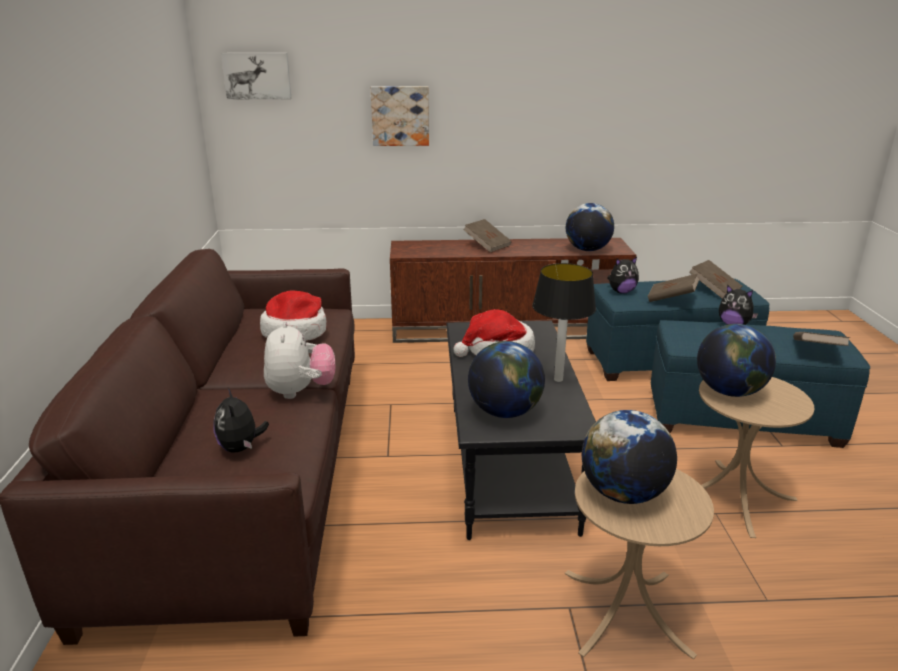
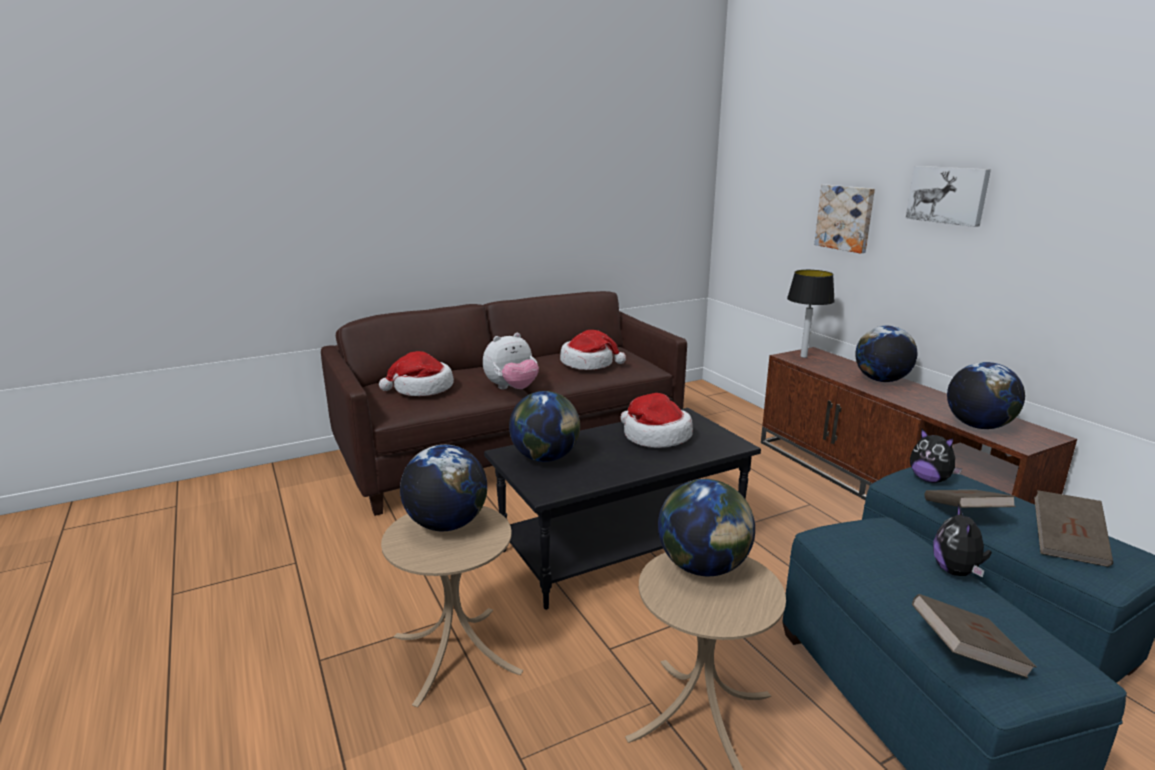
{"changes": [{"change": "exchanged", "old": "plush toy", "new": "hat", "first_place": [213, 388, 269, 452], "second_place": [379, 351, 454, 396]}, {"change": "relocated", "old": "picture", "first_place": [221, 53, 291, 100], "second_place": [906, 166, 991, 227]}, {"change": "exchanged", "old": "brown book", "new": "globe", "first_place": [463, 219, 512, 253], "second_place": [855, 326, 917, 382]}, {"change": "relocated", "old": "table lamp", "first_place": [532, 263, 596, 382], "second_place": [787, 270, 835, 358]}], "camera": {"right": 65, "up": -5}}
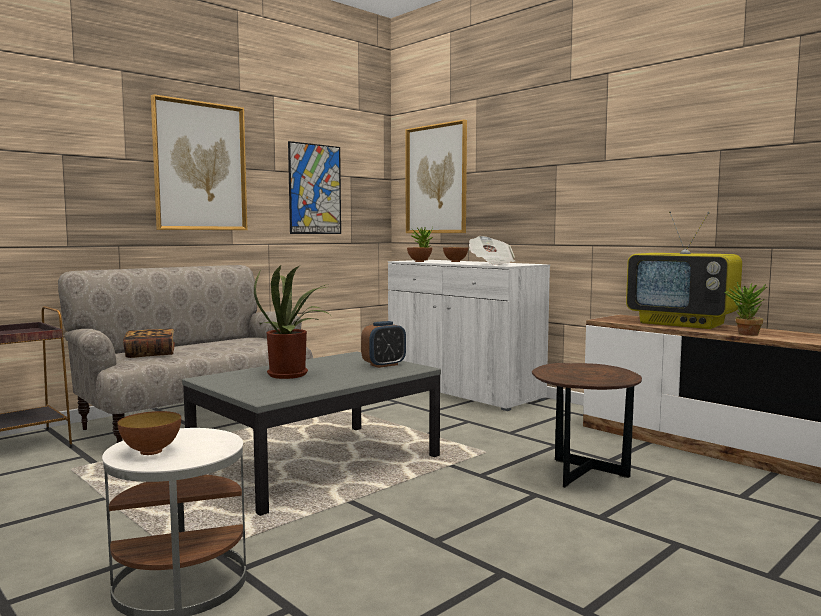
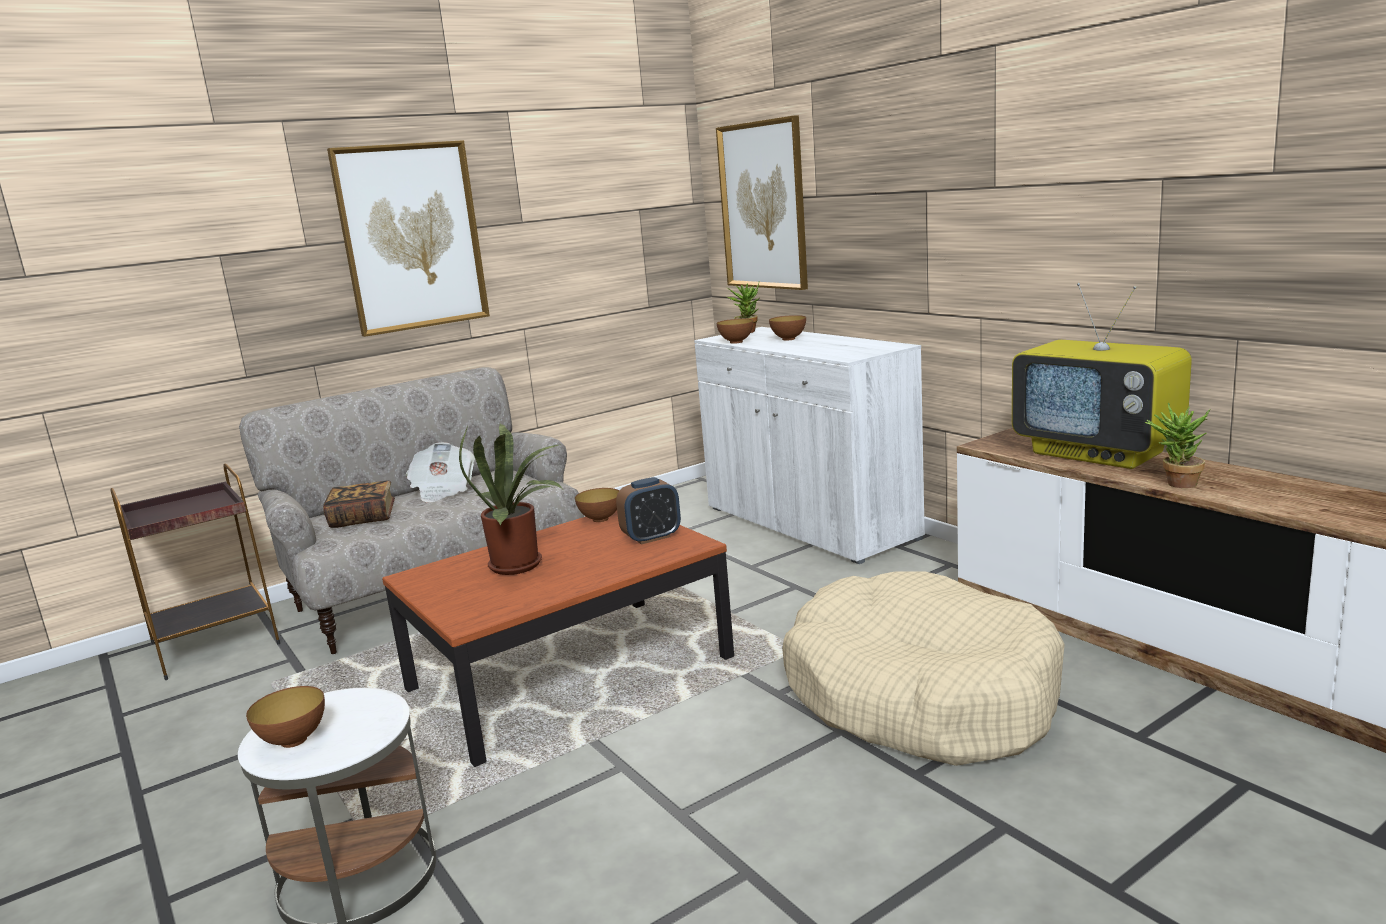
{"changes": [{"change": "colour", "old": "grey coffee table", "new": "brown coffee table", "first_place": [182, 352, 441, 516], "second_place": [382, 510, 734, 767]}, {"change": "missing", "old": "picture", "first_place": [288, 141, 341, 234]}, {"change": "relocated", "old": "newspaper", "first_place": [469, 236, 515, 265], "second_place": [406, 442, 475, 503]}, {"change": "exchanged", "old": "brown side table", "new": "beige dog bed", "first_place": [532, 363, 642, 488], "second_place": [782, 571, 1065, 766]}, {"change": "appeared", "new": "bowl", "second_place": [575, 488, 619, 522]}], "camera": {"right": 10, "up": 10}}
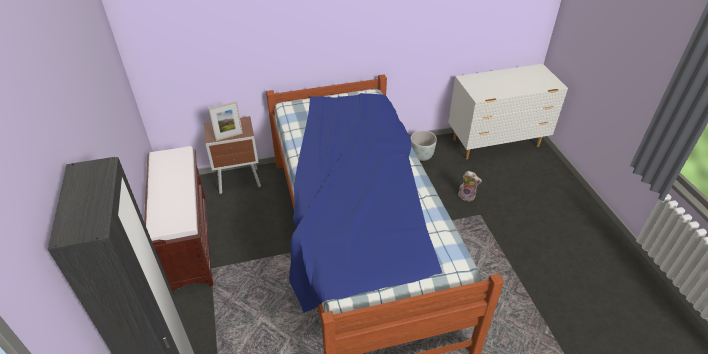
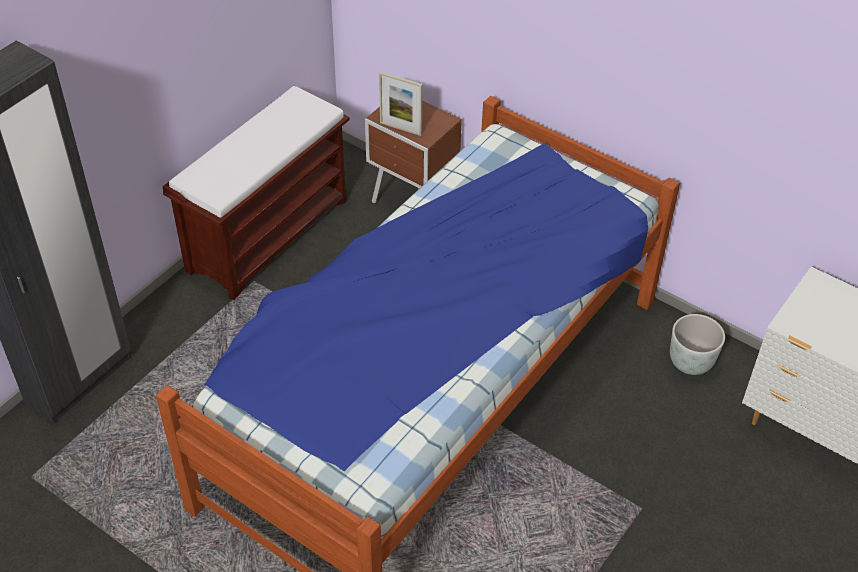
{"changes": [{"change": "missing", "old": "plush toy", "first_place": [457, 171, 482, 202]}], "camera": {"right": 50, "up": 5}}
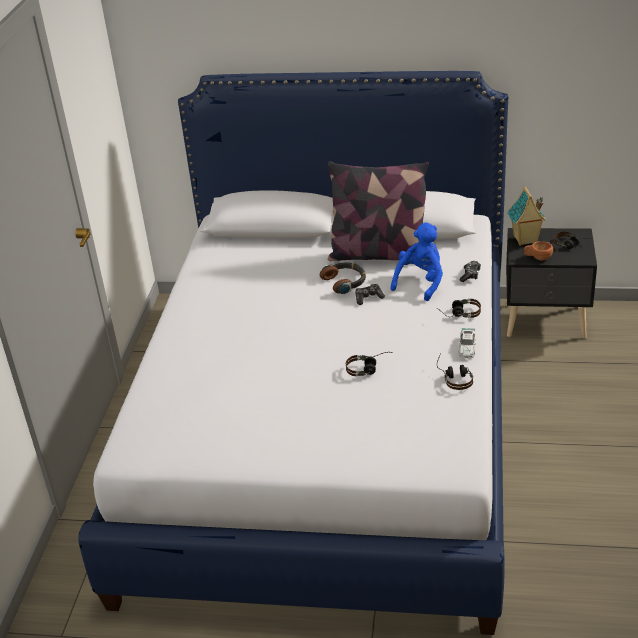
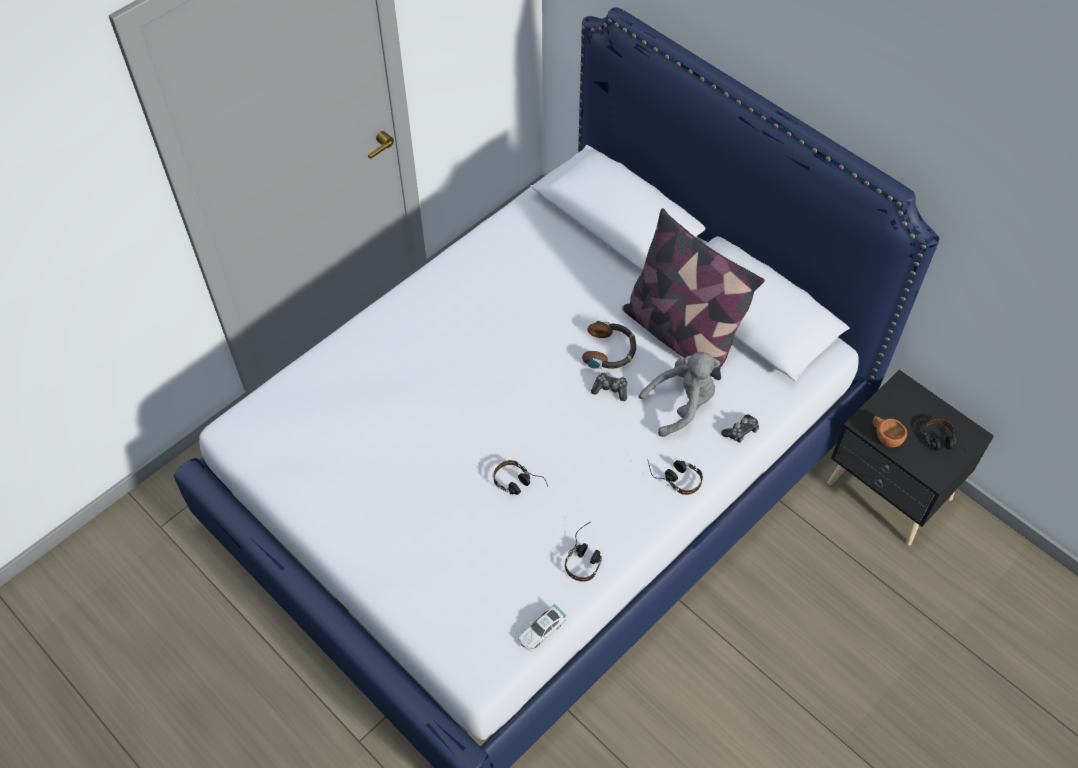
{"changes": [{"change": "colour", "old": "blue plush toy", "new": "grey plush toy", "first_place": [391, 222, 443, 301], "second_place": [639, 352, 720, 437]}, {"change": "relocated", "old": "toy car", "first_place": [458, 328, 476, 358], "second_place": [518, 604, 566, 651]}, {"change": "missing", "old": "toy house", "first_place": [507, 186, 546, 246]}], "camera": {"right": 35, "up": 20}}
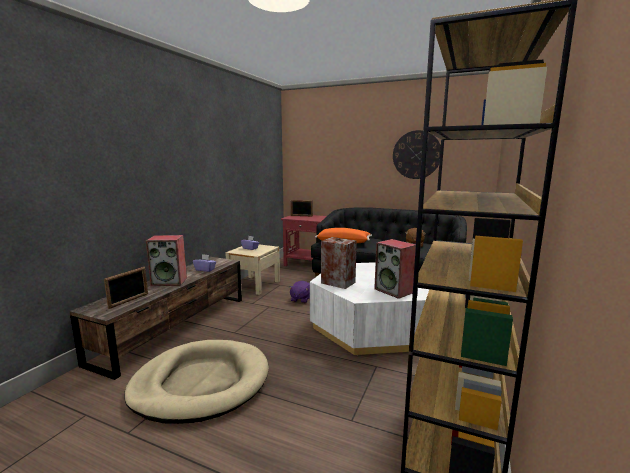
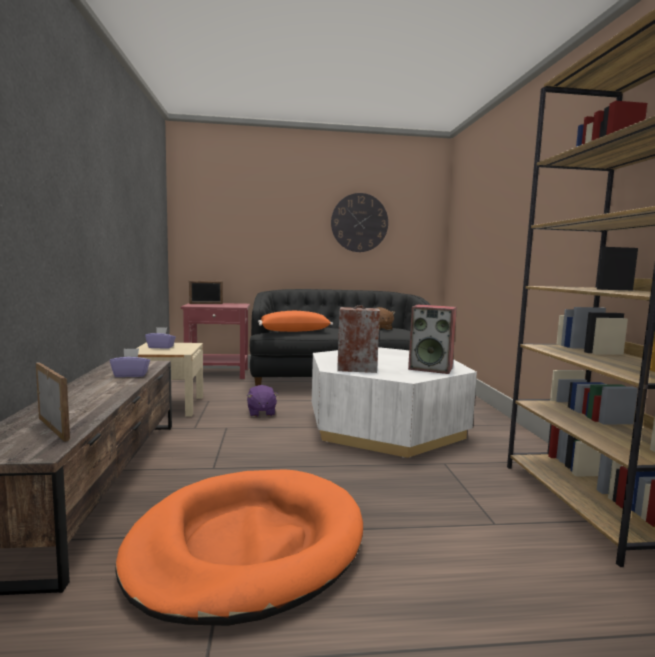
{"changes": [{"change": "spun", "old": "picture frame", "first_place": [104, 267, 148, 309], "second_place": [36, 362, 70, 442], "degrees": -45}, {"change": "colour", "old": "beige dog bed", "new": "orange dog bed", "first_place": [124, 340, 269, 424], "second_place": [115, 470, 363, 626]}, {"change": "missing", "old": "speaker", "first_place": [146, 235, 187, 286]}], "camera": {"right": -30, "up": -5}}
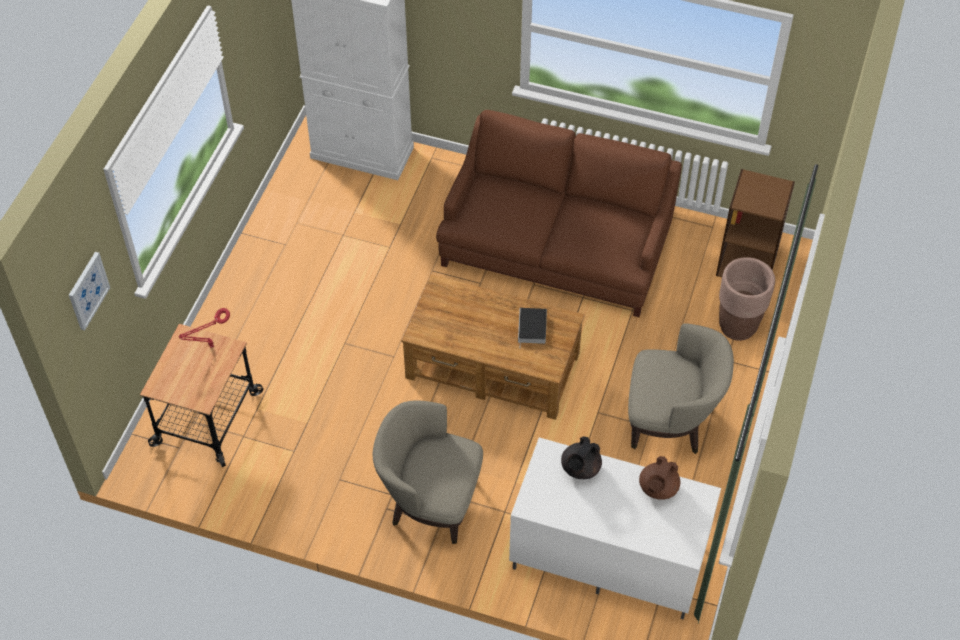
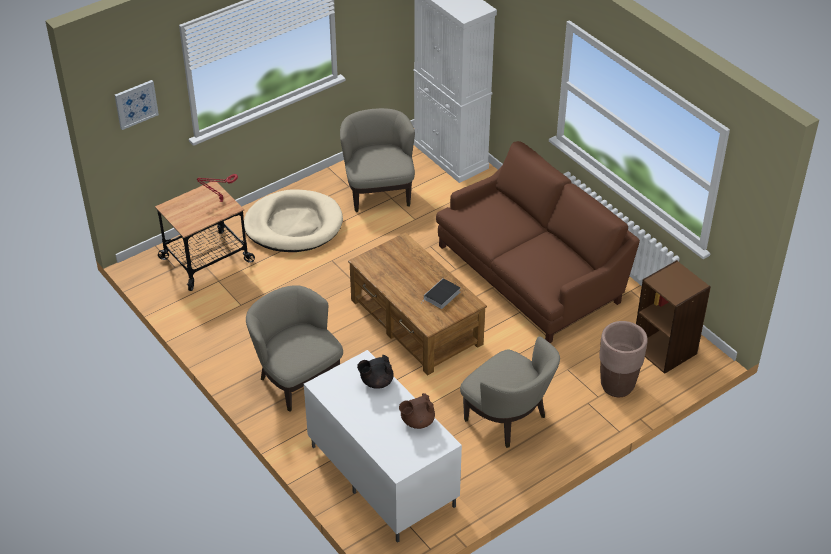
{"changes": [{"change": "appeared", "new": "beige dog bed", "second_place": [244, 189, 343, 252]}, {"change": "appeared", "new": "beige armchair", "second_place": [340, 108, 415, 212]}], "camera": {"right": 35, "up": -10}}
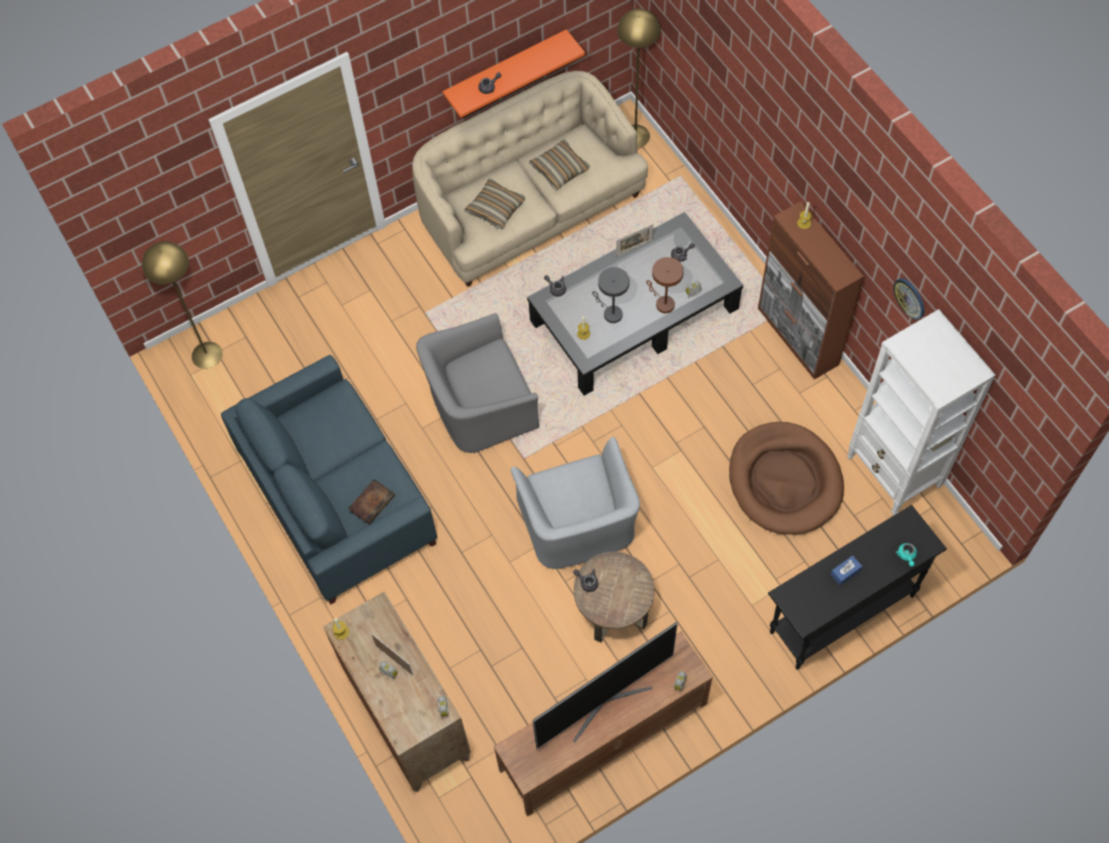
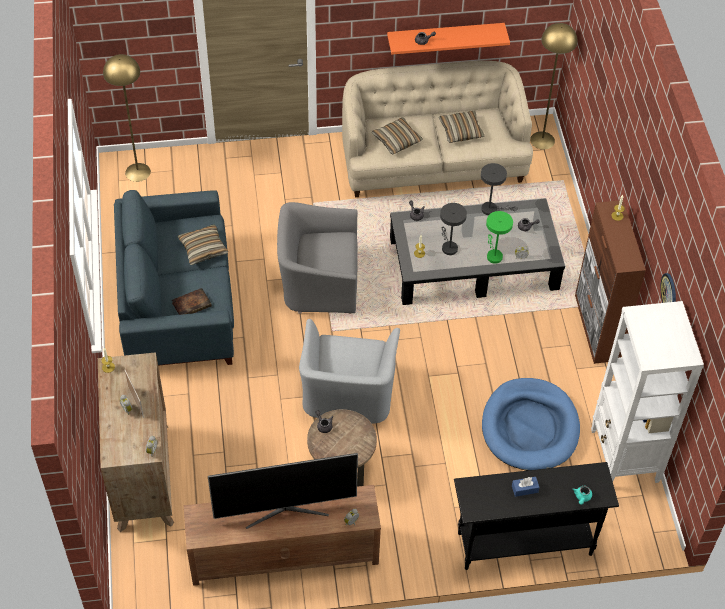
{"changes": [{"change": "exchanged", "old": "picture frame", "new": "grey table lamp", "first_place": [616, 224, 654, 257], "second_place": [481, 163, 517, 215]}, {"change": "colour", "old": "brown table lamp", "new": "green table lamp", "first_place": [646, 257, 684, 313], "second_place": [486, 211, 513, 264]}, {"change": "colour", "old": "brown dog bed", "new": "blue dog bed", "first_place": [729, 422, 844, 535], "second_place": [482, 378, 580, 471]}, {"change": "appeared", "new": "pillow", "second_place": [178, 224, 228, 265]}], "camera": {"right": 20, "up": -10}}
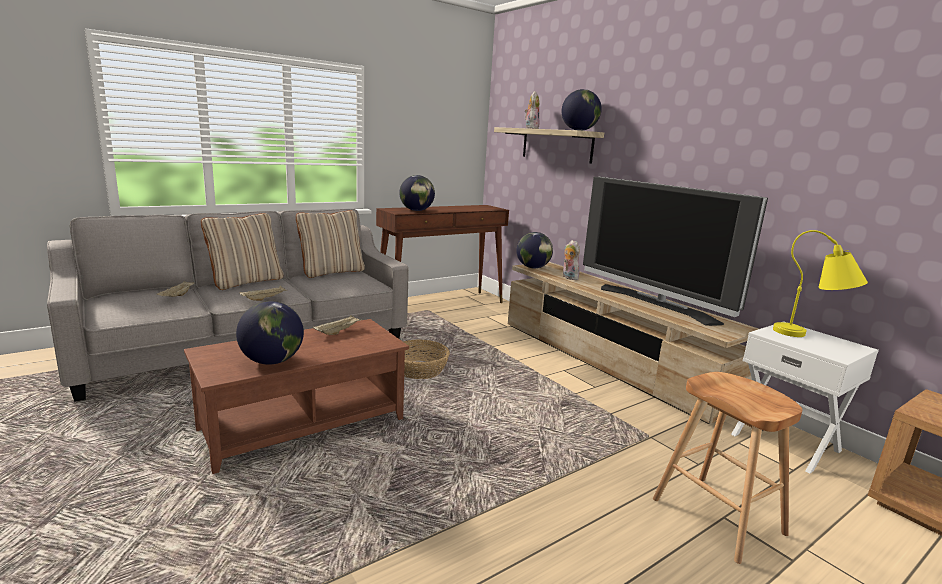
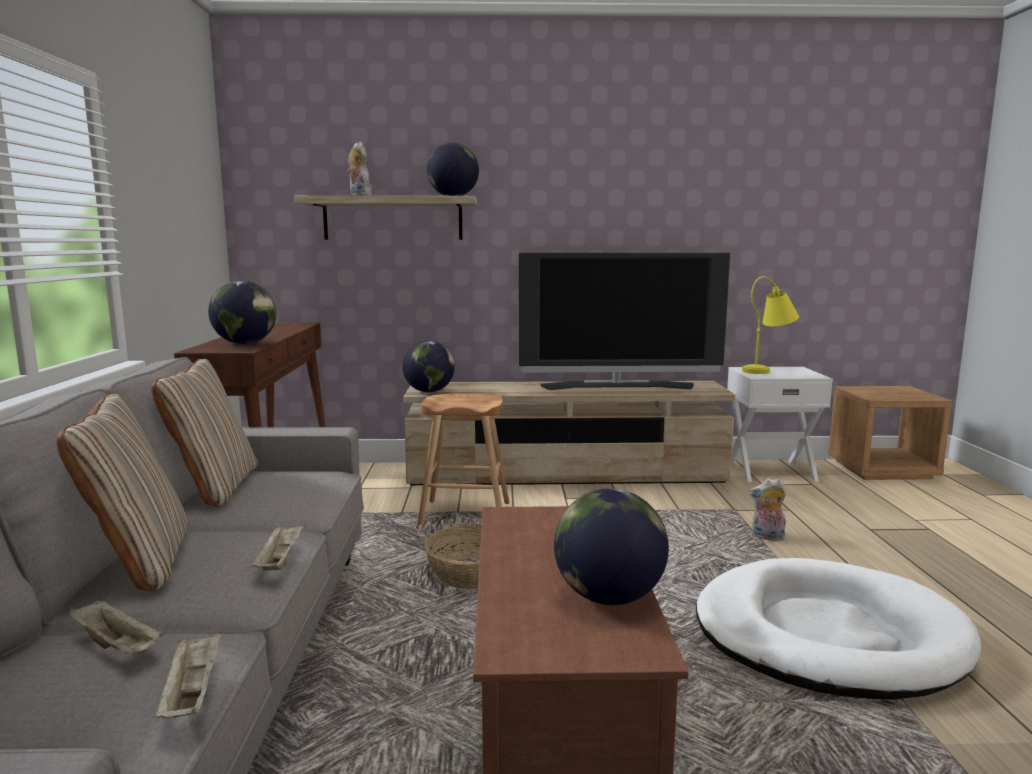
{"changes": [{"change": "relocated", "old": "beige tray", "first_place": [313, 315, 362, 335], "second_place": [155, 632, 222, 718]}, {"change": "relocated", "old": "plush toy", "first_place": [563, 240, 580, 280], "second_place": [749, 478, 786, 541]}, {"change": "relocated", "old": "brown stool", "first_place": [653, 372, 802, 564], "second_place": [417, 393, 509, 525]}, {"change": "appeared", "new": "white dog bed", "second_place": [696, 558, 981, 700]}], "camera": {"right": -55, "up": -5}}
